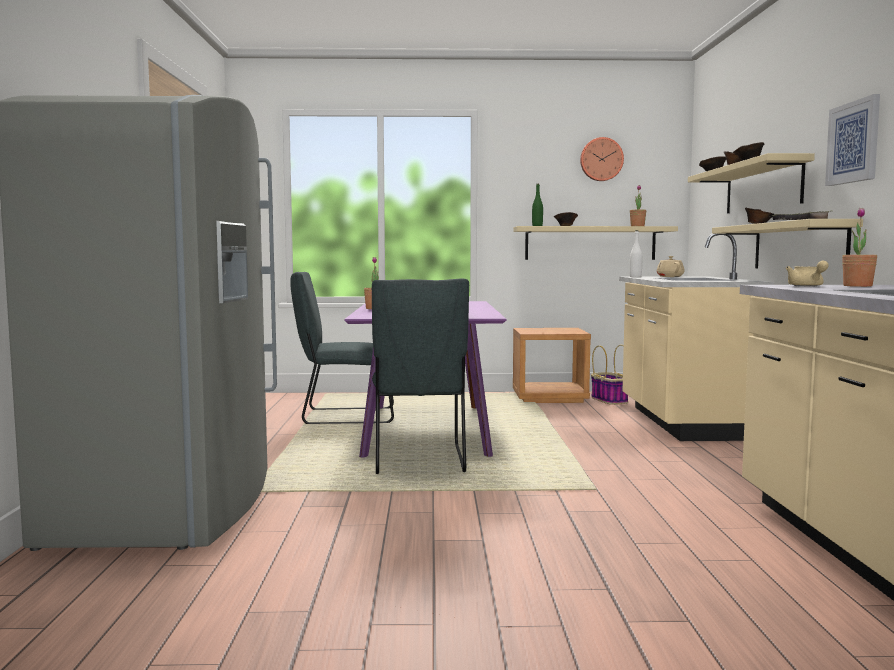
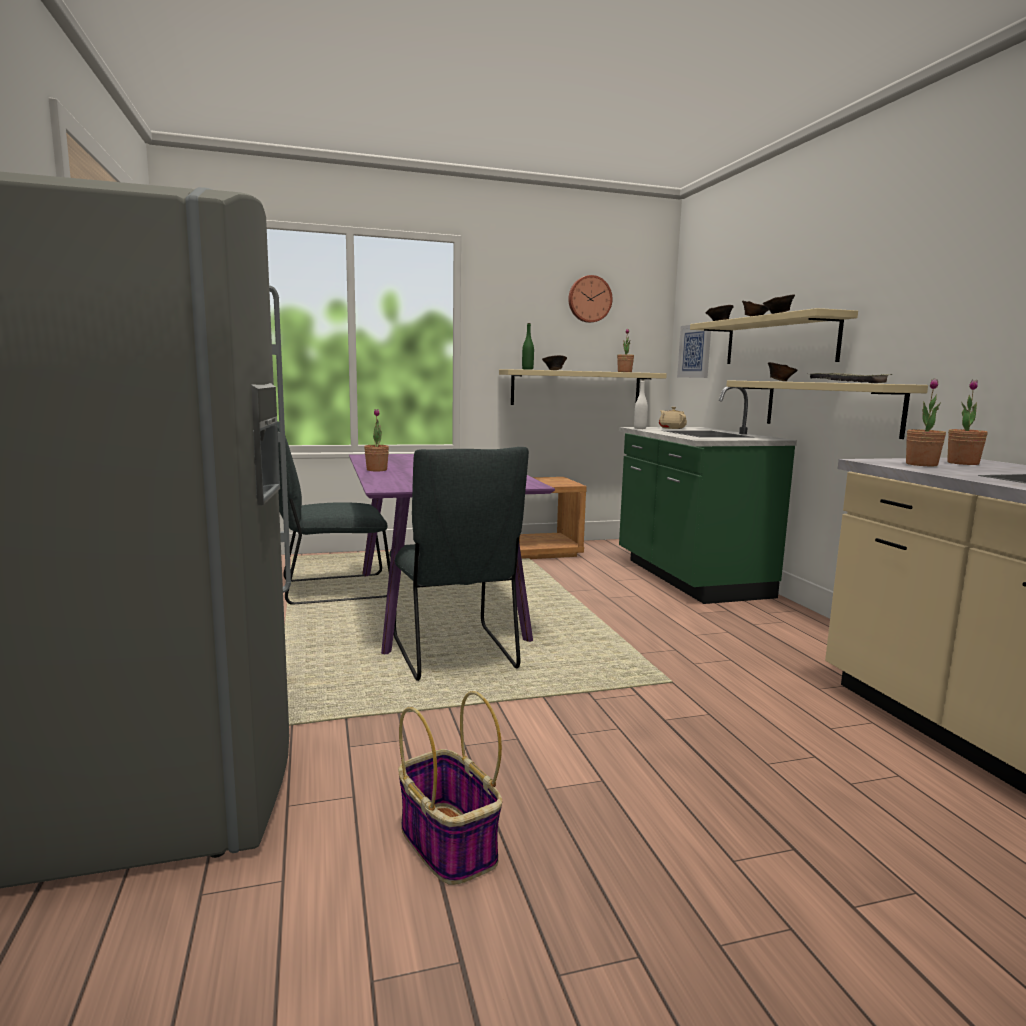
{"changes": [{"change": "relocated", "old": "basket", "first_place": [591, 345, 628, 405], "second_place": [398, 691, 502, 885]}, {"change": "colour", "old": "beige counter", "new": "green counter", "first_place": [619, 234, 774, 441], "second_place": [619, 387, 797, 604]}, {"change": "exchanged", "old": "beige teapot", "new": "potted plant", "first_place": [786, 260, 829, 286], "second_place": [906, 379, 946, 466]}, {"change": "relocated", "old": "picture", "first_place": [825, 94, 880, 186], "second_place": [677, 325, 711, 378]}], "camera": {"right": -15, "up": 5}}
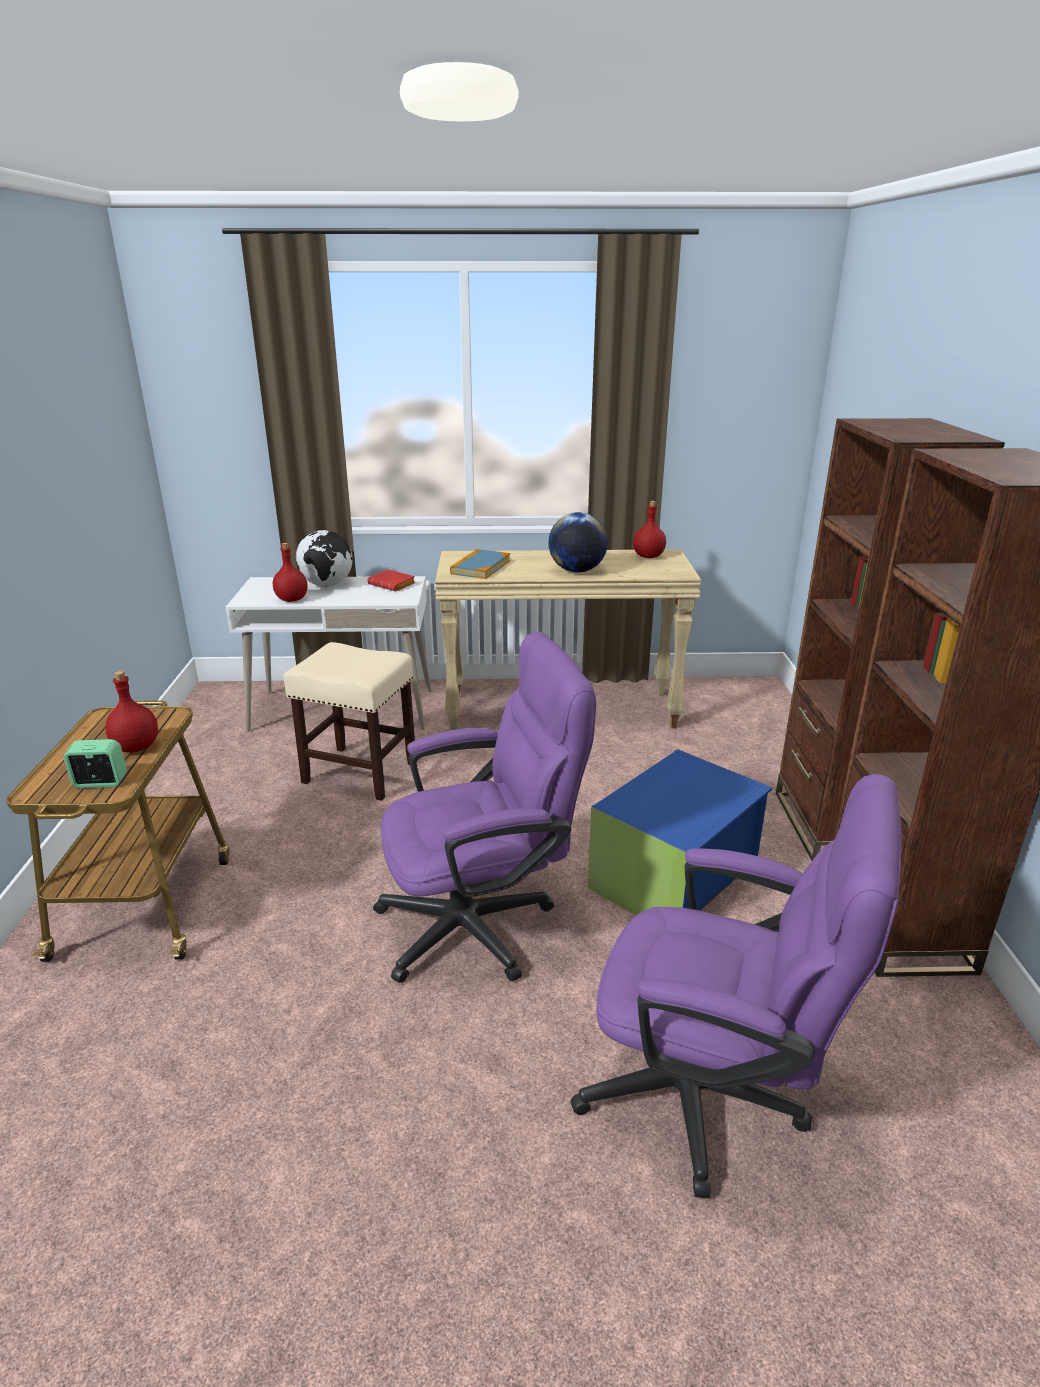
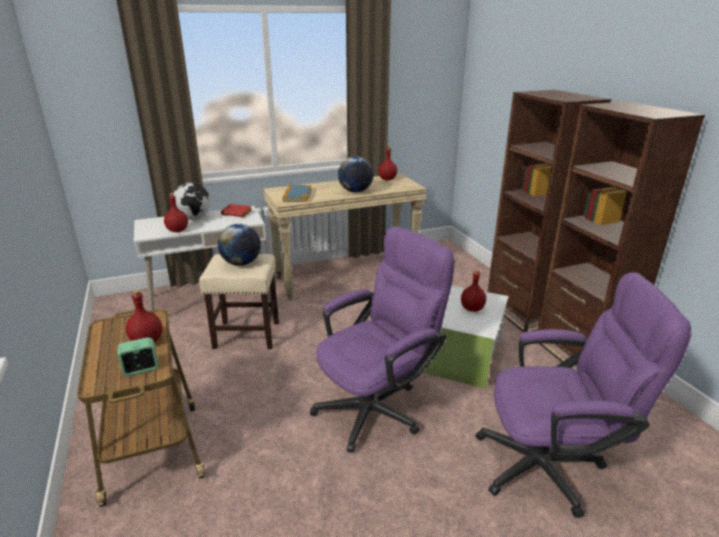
{"changes": [{"change": "colour", "old": "blue storage box", "new": "white storage box", "first_place": [588, 750, 772, 915], "second_place": [423, 286, 509, 389]}, {"change": "appeared", "new": "globe", "second_place": [218, 224, 261, 266]}, {"change": "appeared", "new": "red bottle", "second_place": [461, 269, 486, 312]}], "camera": {"right": -20, "up": 0}}
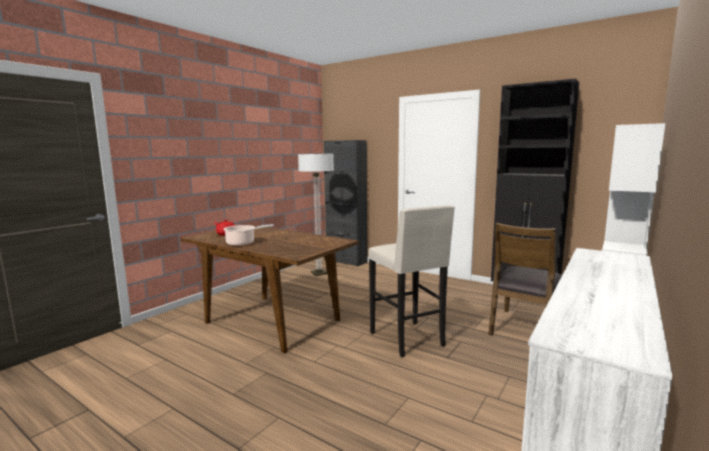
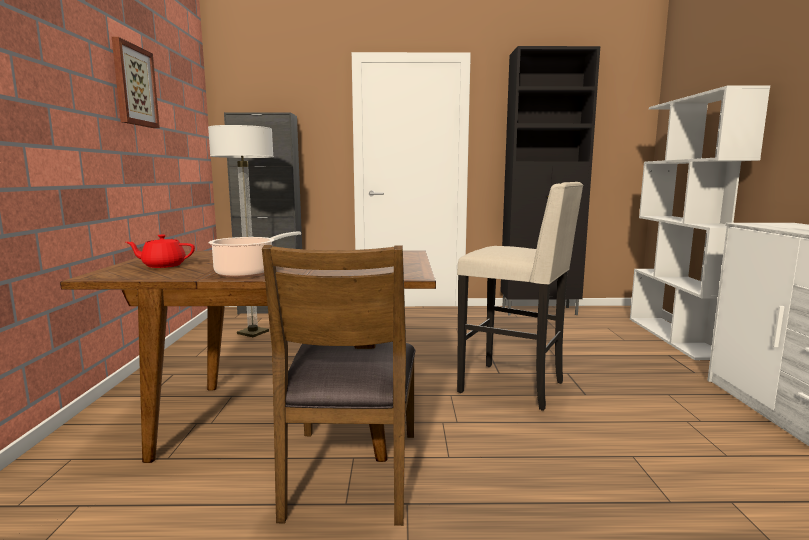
{"changes": [{"change": "relocated", "old": "brown chair", "first_place": [489, 223, 562, 335], "second_place": [262, 245, 415, 526]}, {"change": "appeared", "new": "picture", "second_place": [112, 37, 160, 128]}], "camera": {"right": -35, "up": 0}}
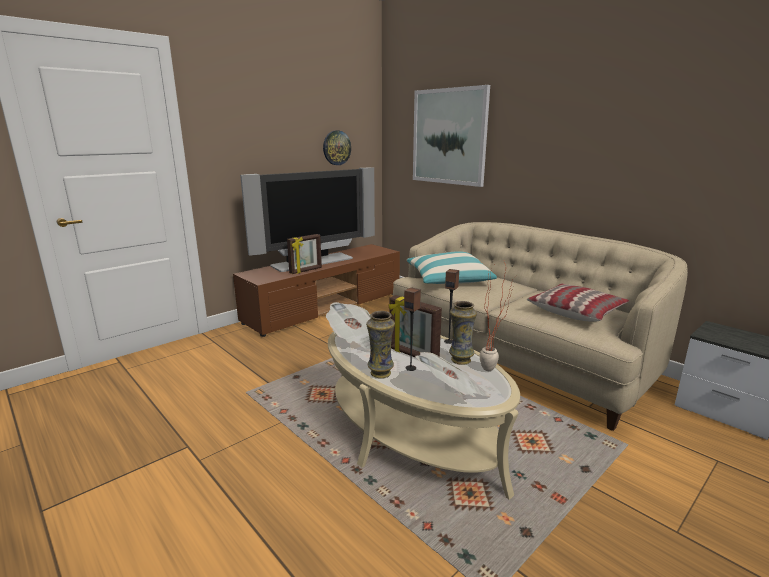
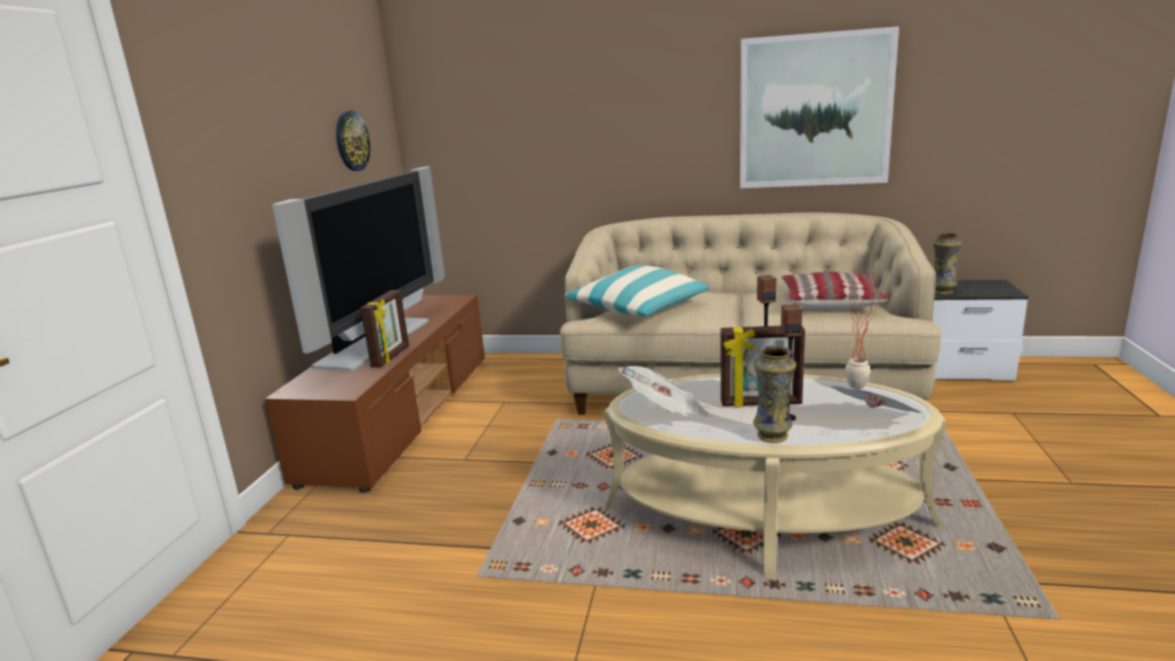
{"changes": [{"change": "relocated", "old": "picture", "first_place": [413, 85, 490, 187], "second_place": [740, 26, 899, 188]}, {"change": "relocated", "old": "vase", "first_place": [449, 301, 477, 365], "second_place": [933, 233, 961, 294]}], "camera": {"right": -35, "up": 0}}
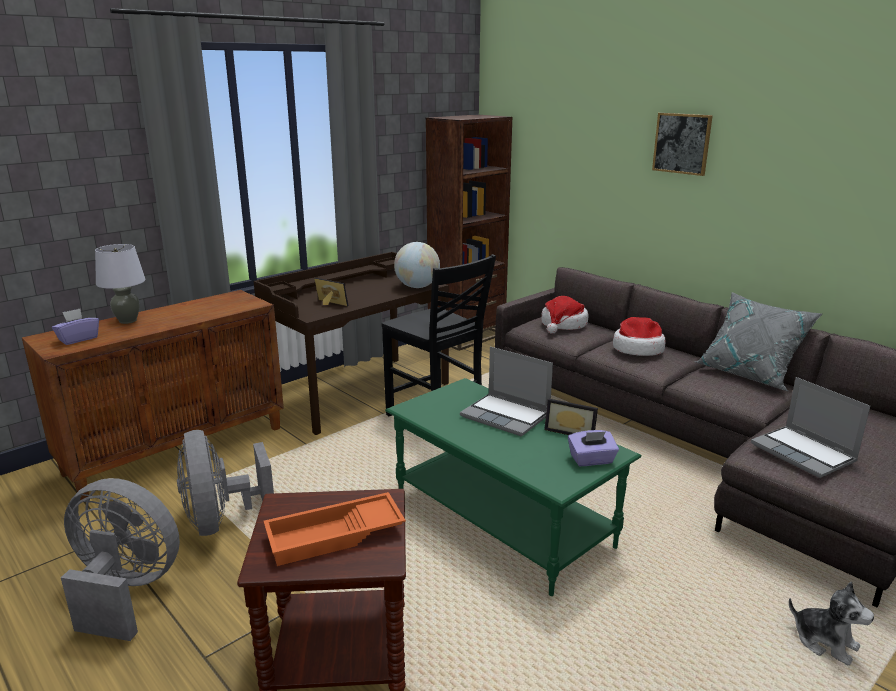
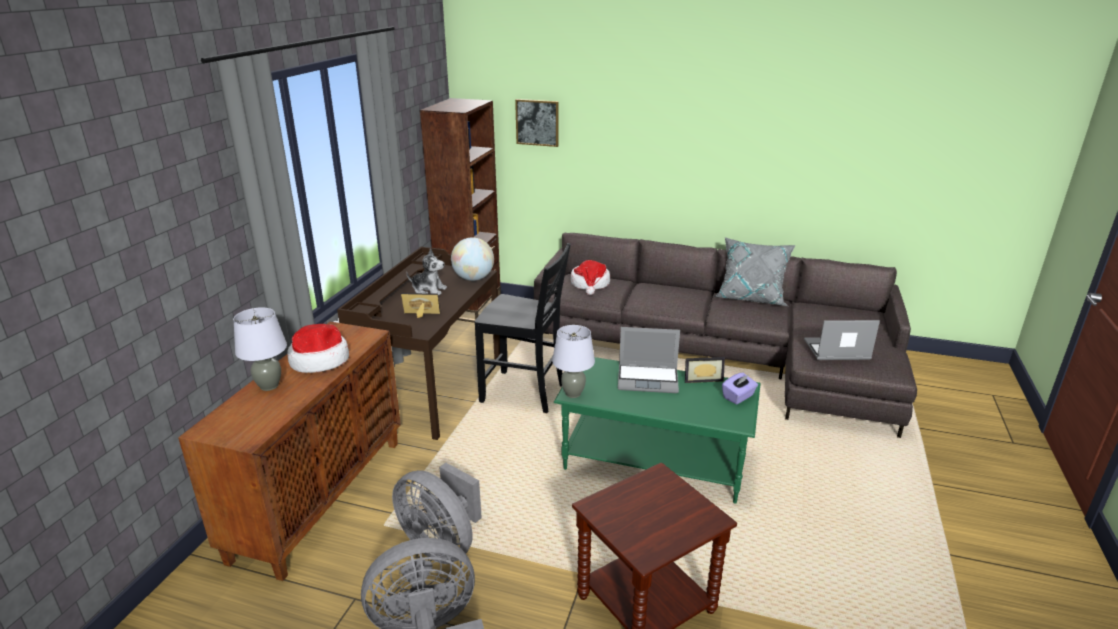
{"changes": [{"change": "missing", "old": "purple tissue box", "first_place": [52, 309, 99, 345]}, {"change": "missing", "old": "orange tray", "first_place": [264, 492, 406, 566]}, {"change": "relocated", "old": "hat", "first_place": [613, 317, 666, 356], "second_place": [287, 324, 349, 373]}, {"change": "relocated", "old": "picture", "first_place": [652, 113, 713, 176], "second_place": [515, 99, 559, 147]}, {"change": "spun", "old": "laptop", "first_place": [751, 377, 870, 478], "second_place": [804, 320, 880, 360], "degrees": 150}, {"change": "relocated", "old": "plush toy", "first_place": [789, 582, 874, 666], "second_place": [406, 249, 447, 295]}, {"change": "appeared", "new": "grey table lamp", "second_place": [552, 325, 595, 398]}], "camera": {"right": -30, "up": 5}}
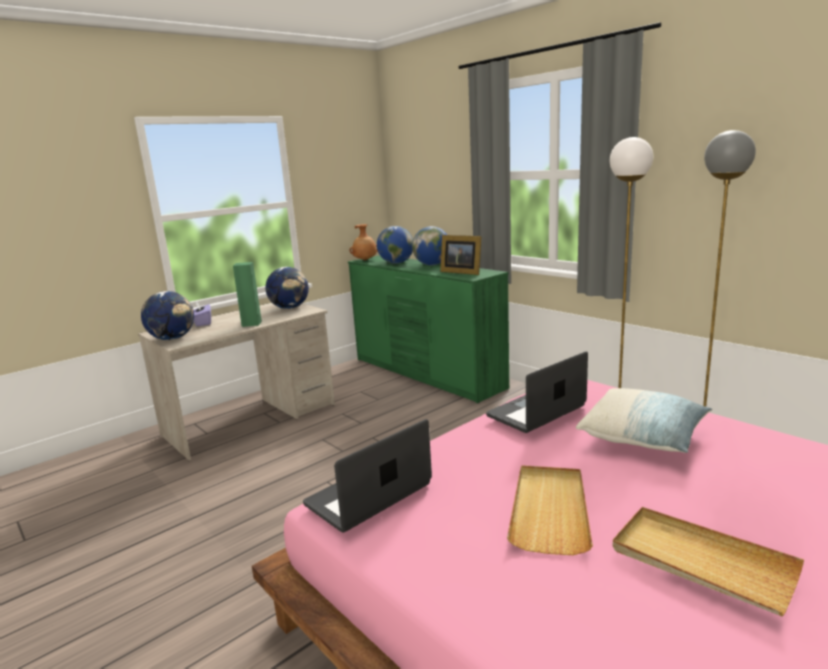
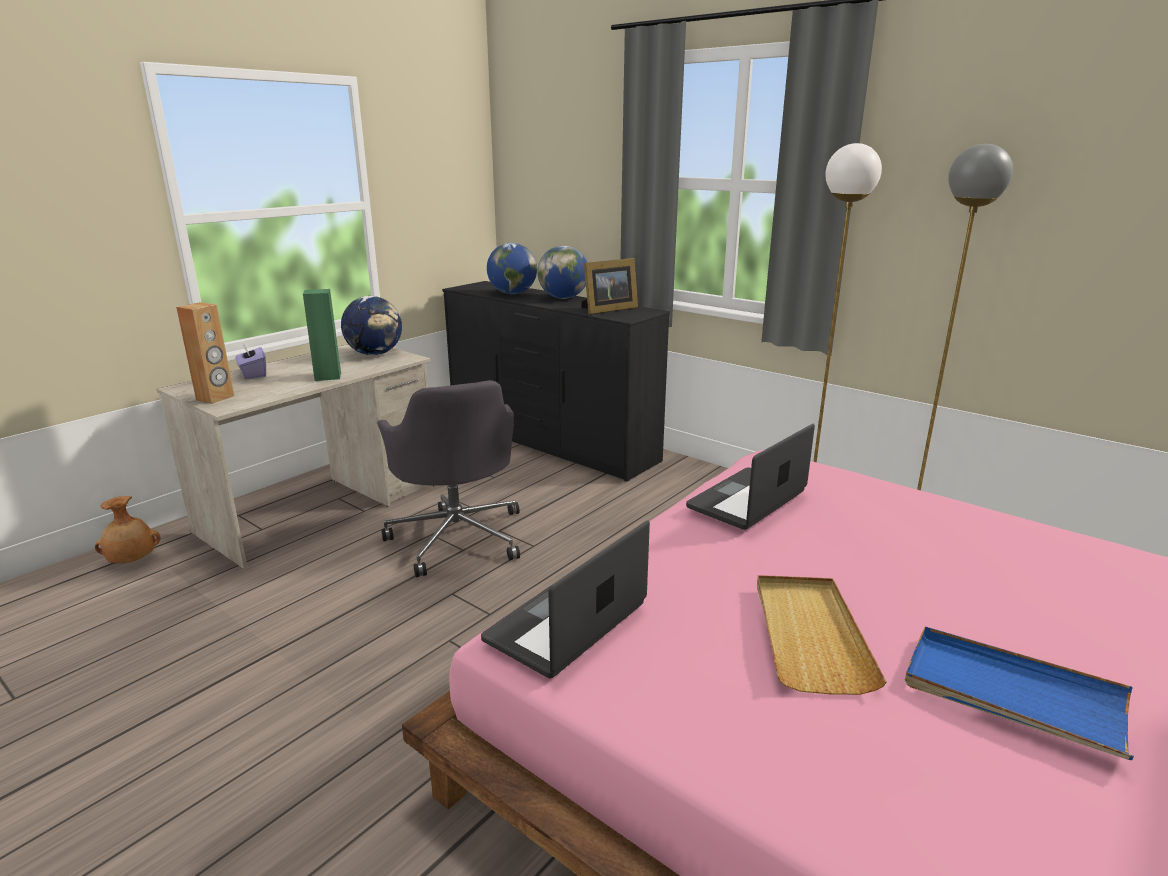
{"changes": [{"change": "exchanged", "old": "globe", "new": "brown speaker", "first_place": [141, 291, 194, 340], "second_place": [176, 302, 234, 404]}, {"change": "colour", "old": "green dresser", "new": "black dresser", "first_place": [348, 255, 509, 403], "second_place": [442, 281, 670, 482]}, {"change": "relocated", "old": "brown vase", "first_place": [349, 224, 378, 260], "second_place": [95, 496, 160, 563]}, {"change": "spun", "old": "picture frame", "first_place": [440, 235, 482, 275], "second_place": [581, 258, 638, 315], "degrees": -60}, {"change": "missing", "old": "pillow", "first_place": [576, 388, 713, 453]}, {"change": "colour", "old": "beige tray", "new": "blue tray", "first_place": [612, 507, 804, 617], "second_place": [905, 626, 1134, 760]}, {"change": "appeared", "new": "grey office chair", "second_place": [377, 380, 520, 577]}], "camera": {"right": -10, "up": 5}}
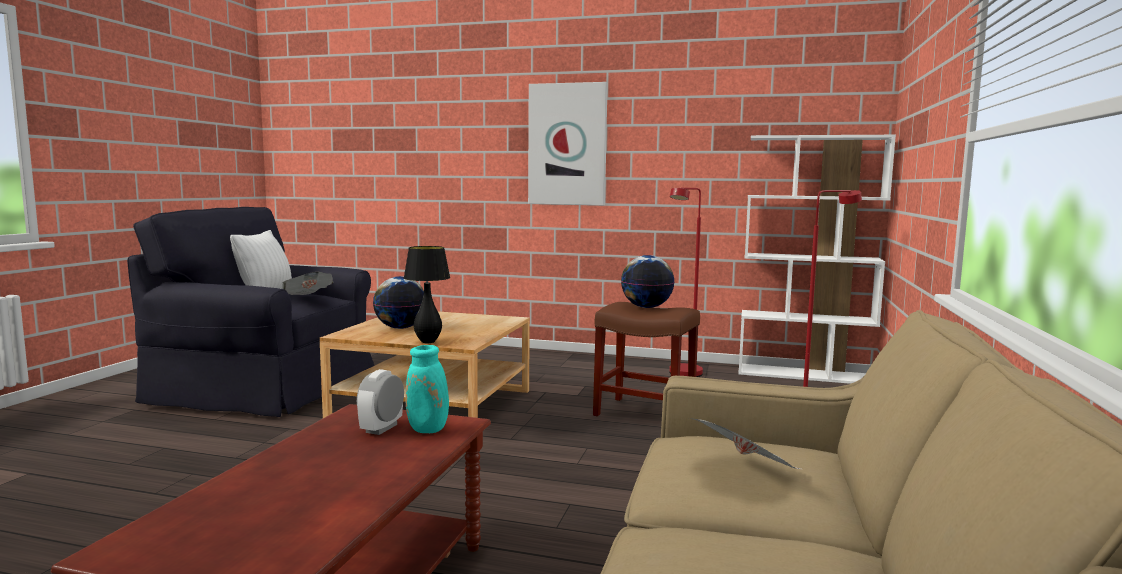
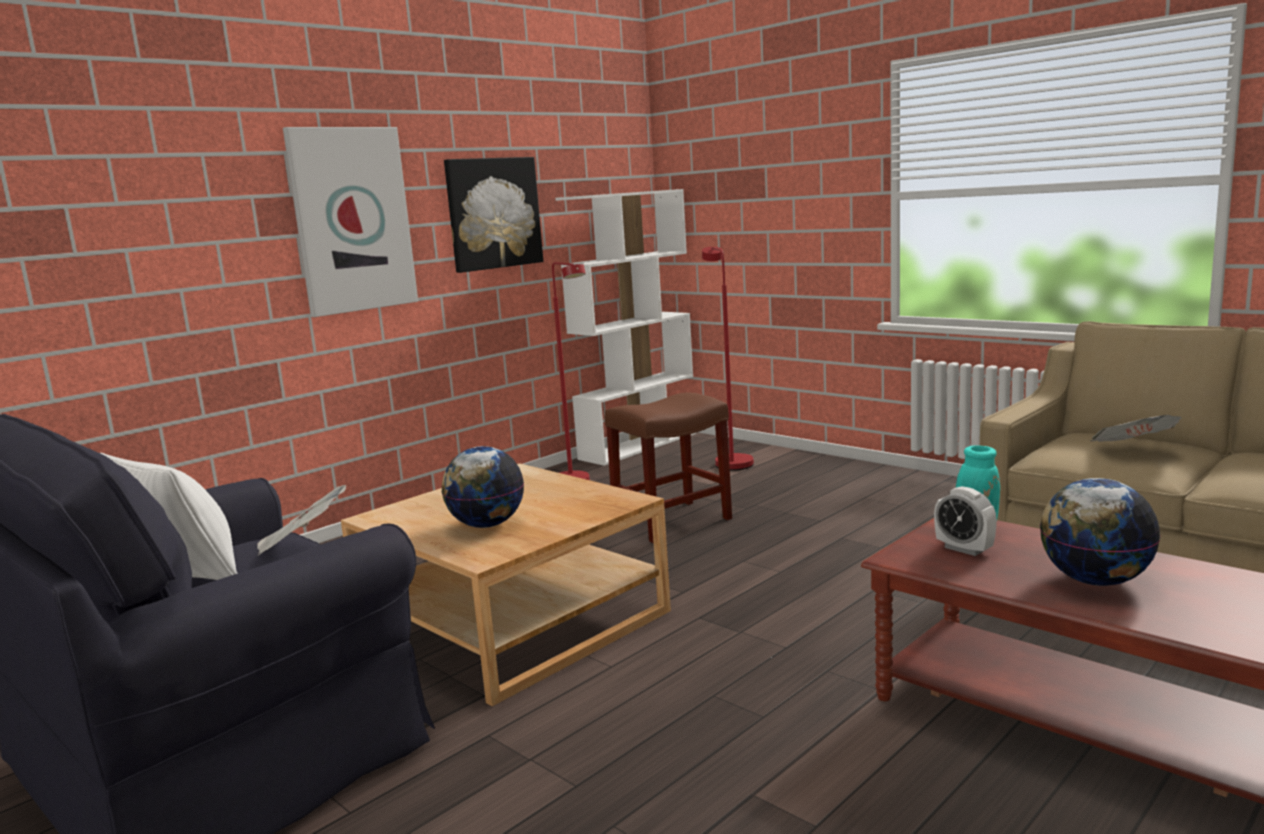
{"changes": [{"change": "missing", "old": "black table lamp", "first_place": [404, 246, 450, 343]}, {"change": "relocated", "old": "globe", "first_place": [621, 255, 675, 308], "second_place": [1040, 478, 1160, 586]}, {"change": "appeared", "new": "picture", "second_place": [444, 157, 543, 273]}], "camera": {"right": -60, "up": 5}}
